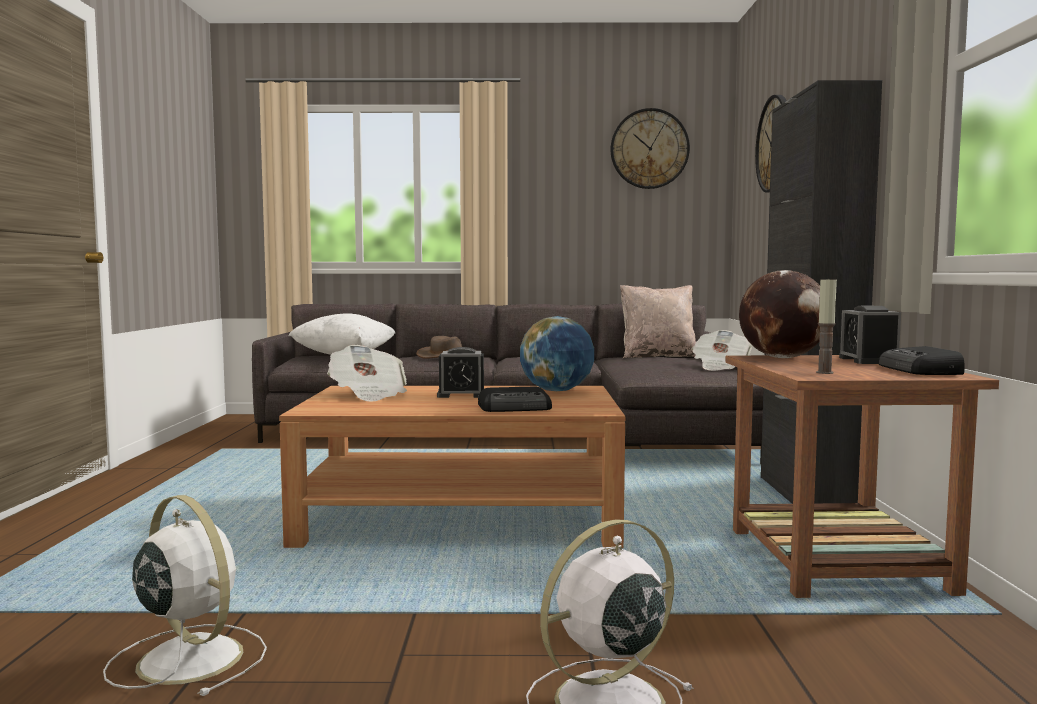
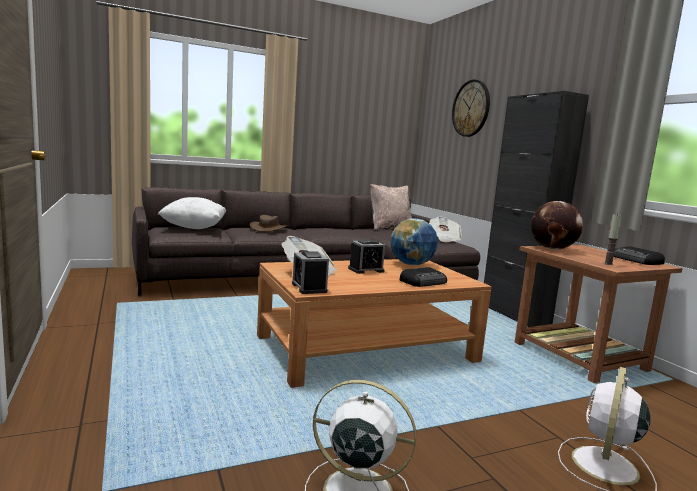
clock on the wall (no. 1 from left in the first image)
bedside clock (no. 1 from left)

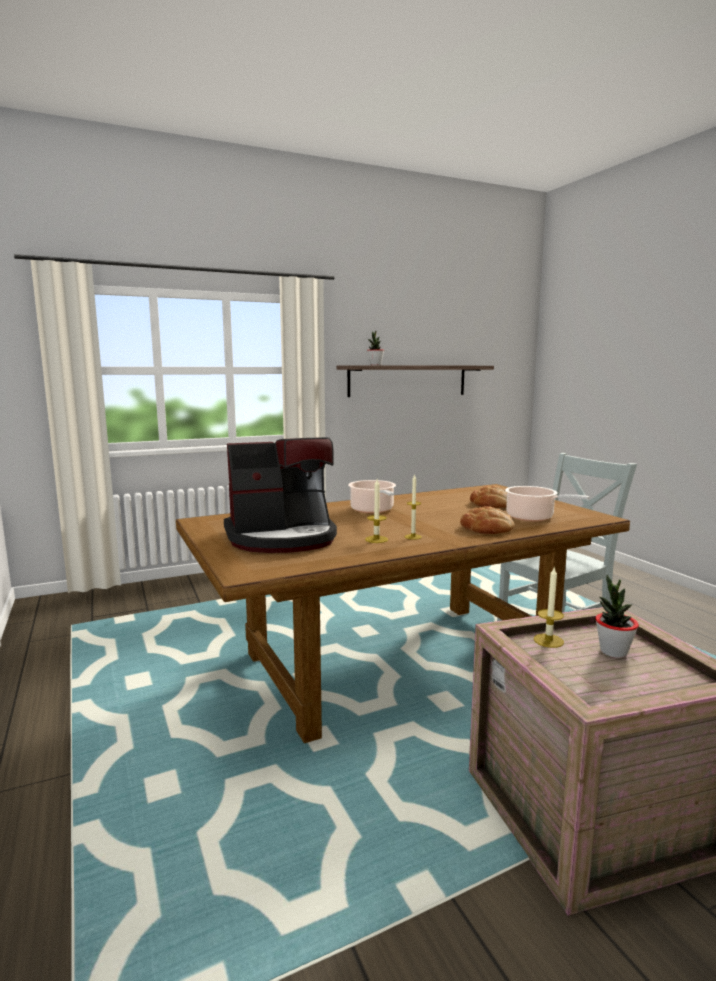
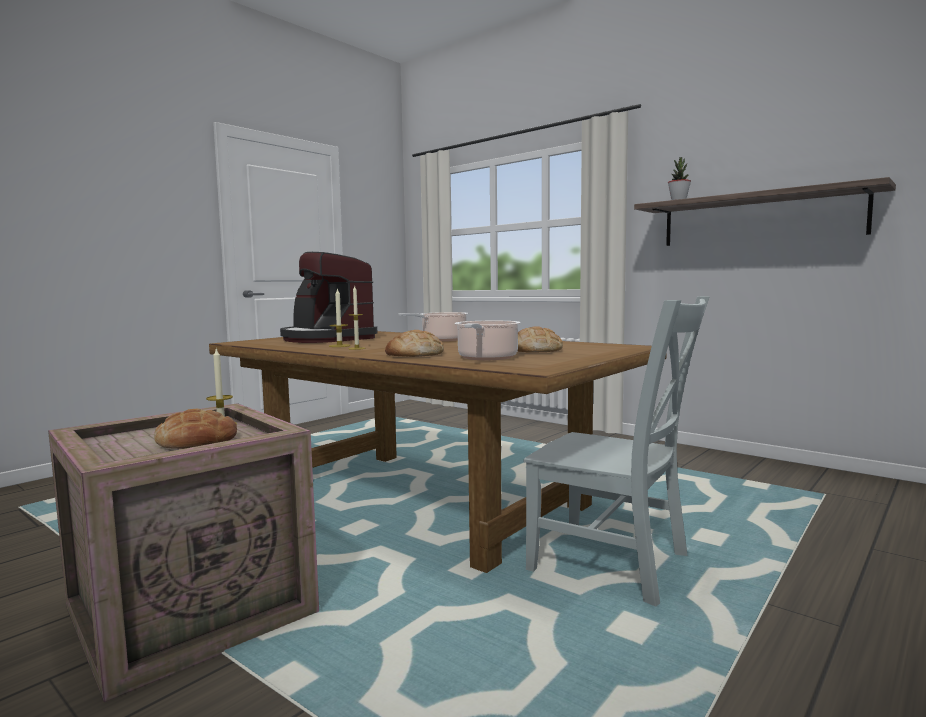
bread (no. 1 from left)

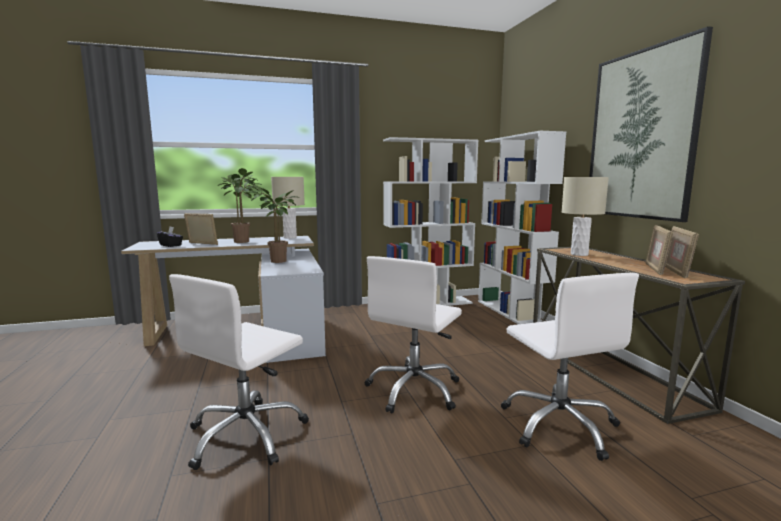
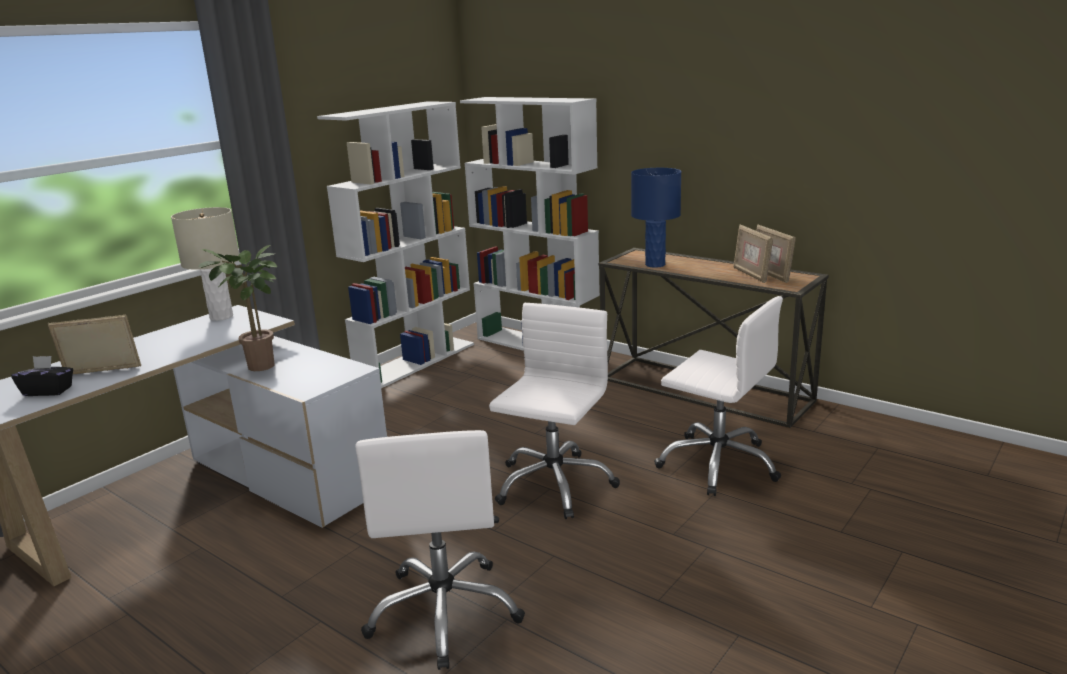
wall picture
houseplant (no. 1 from left in the first image)
lamp for a table in blue
office chair in whitish (no. 2 from left)

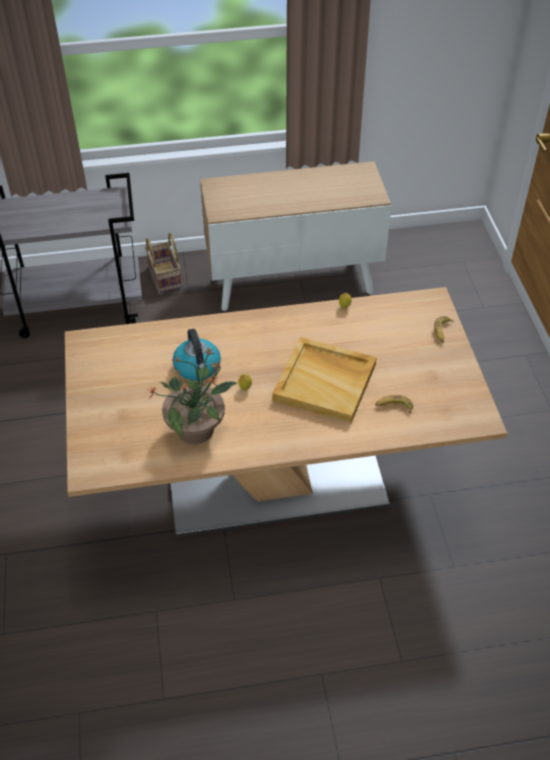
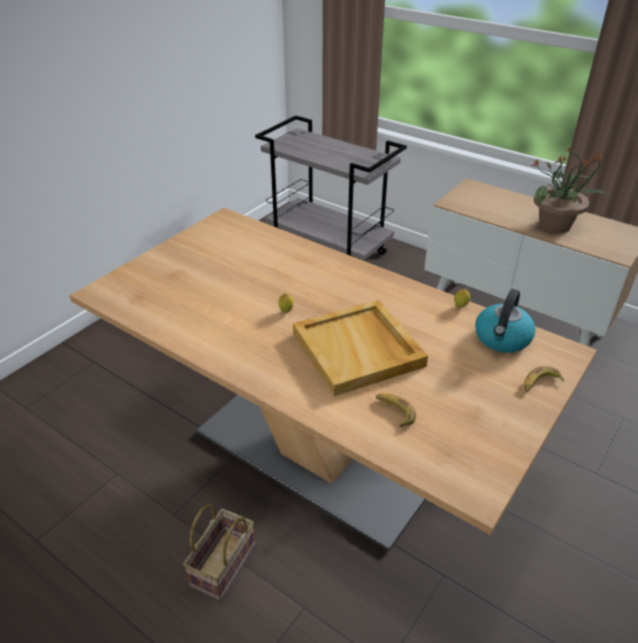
household basket
kettle
houseplant

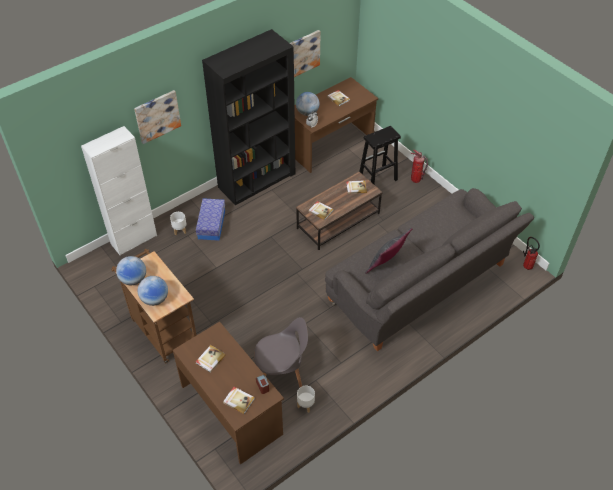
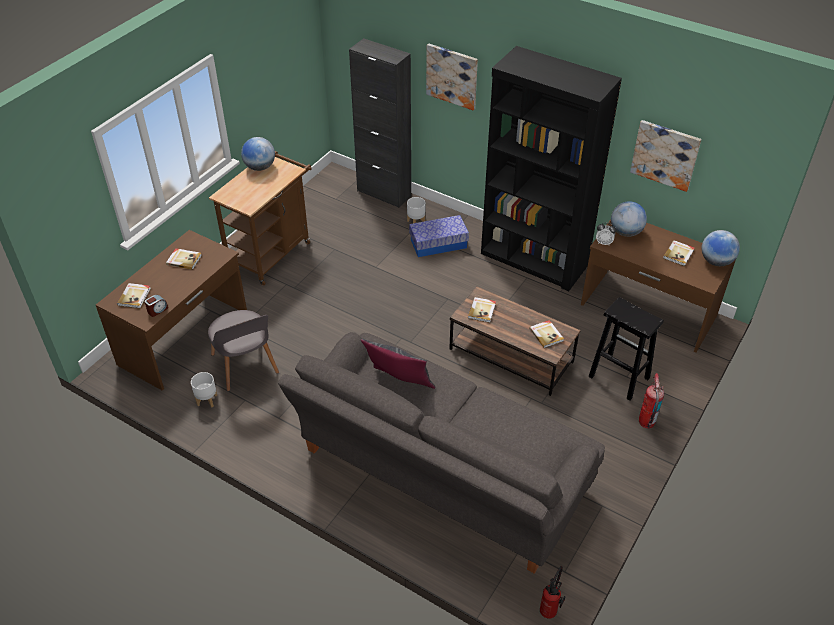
cabinet in blackish
globe (no. 3 from left)

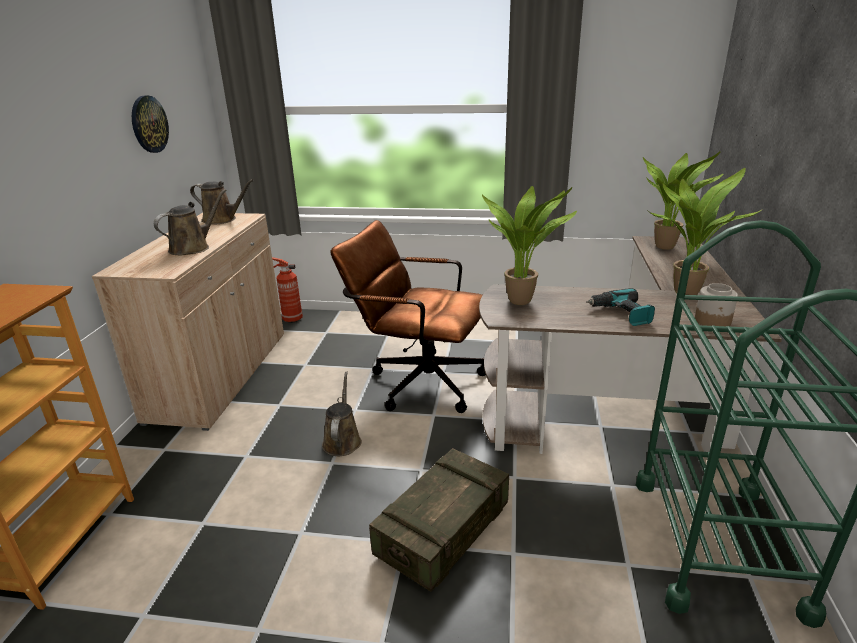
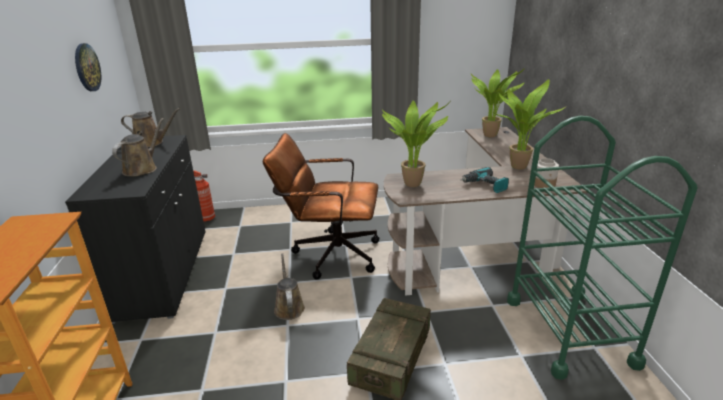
cabinet in blackish

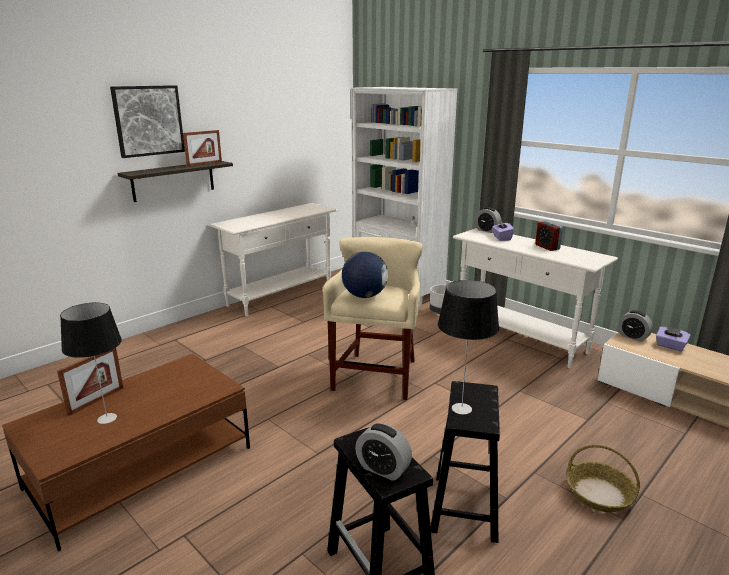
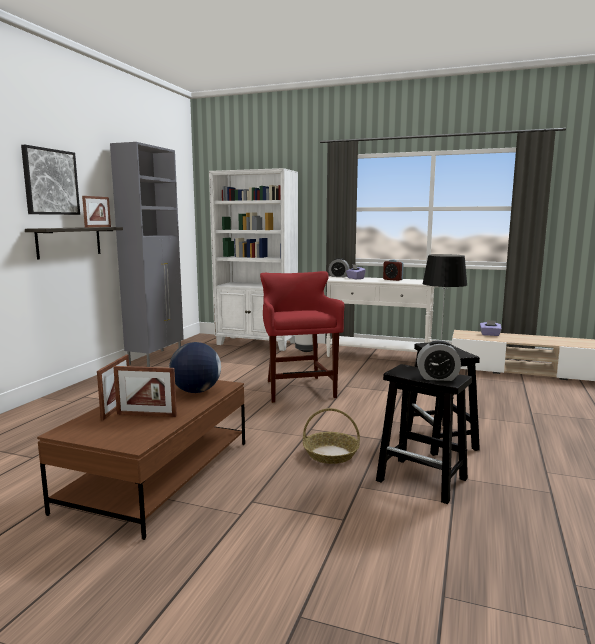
cabinet in grey
stool in red
globe
photo frame (no. 3 from left)
bedside clock (no. 4 from left in the first image)
household basket

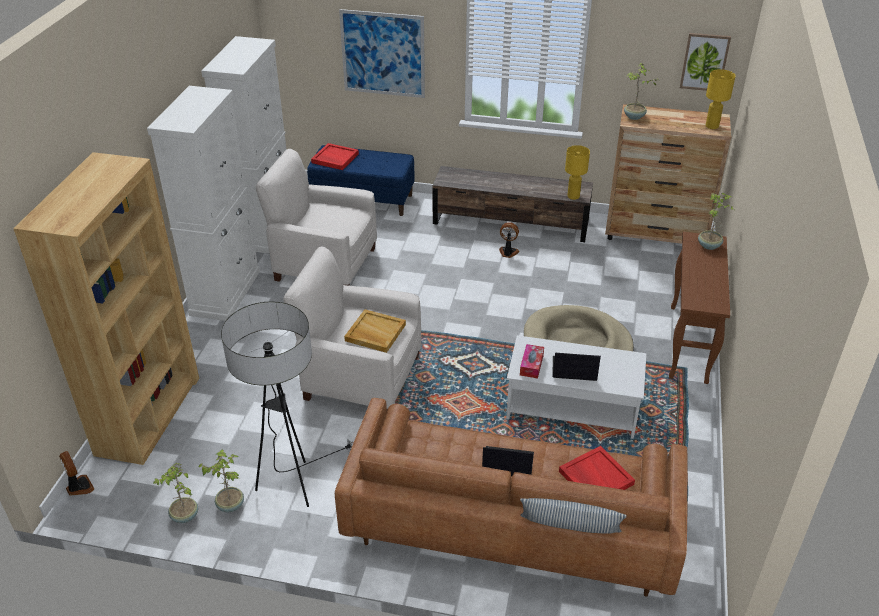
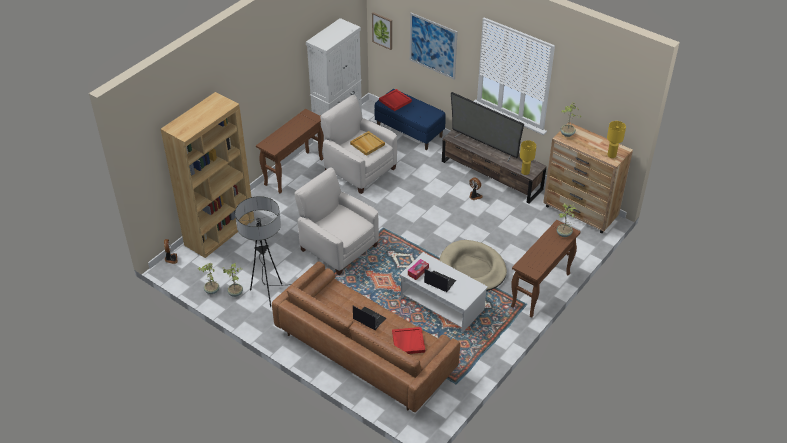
wall picture (no. 1 from left)
narrow table in brown-coloured (no. 1 from left)
serving tray in beige-coloured
pillow
TV set

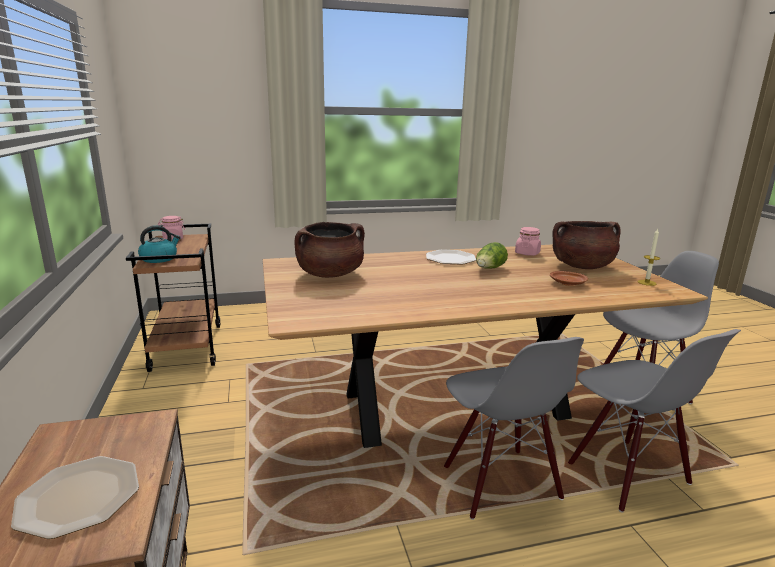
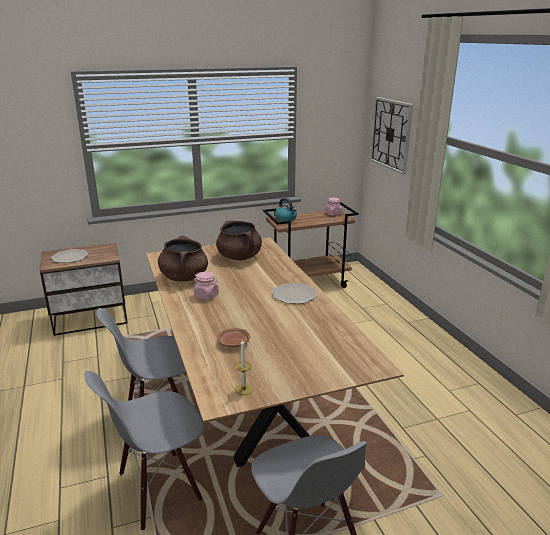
saucepot in brown-coloured (no. 1 from left)
preserve jar in pink (no. 1 from left)
head of lettuce
clock on the wall

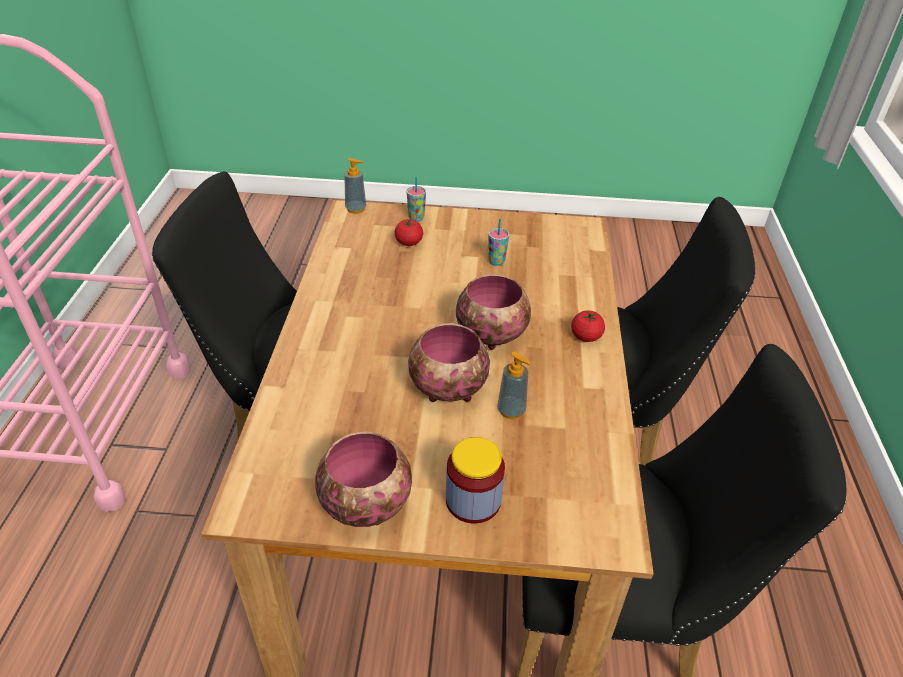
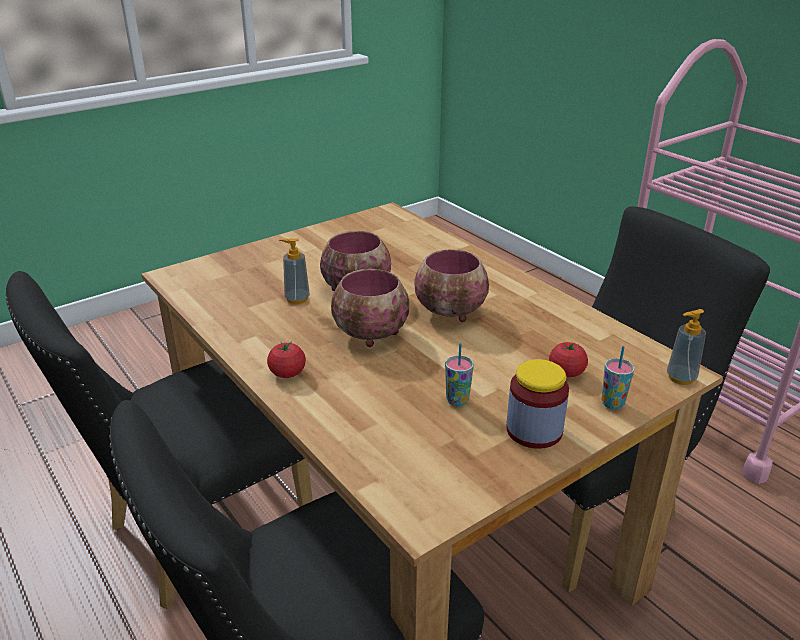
deep dish (no. 3 from left)
preserve jar

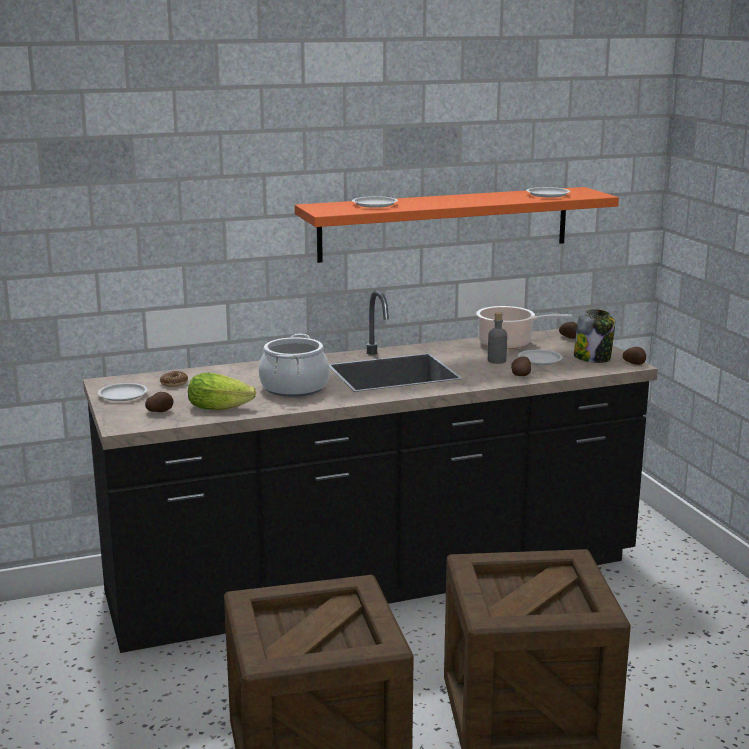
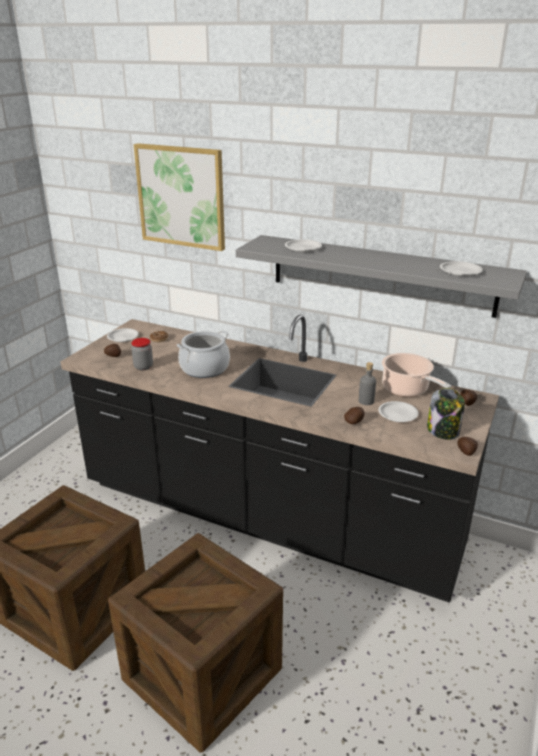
wall shelf in grey
preserve jar (no. 1 from left)
wall picture

